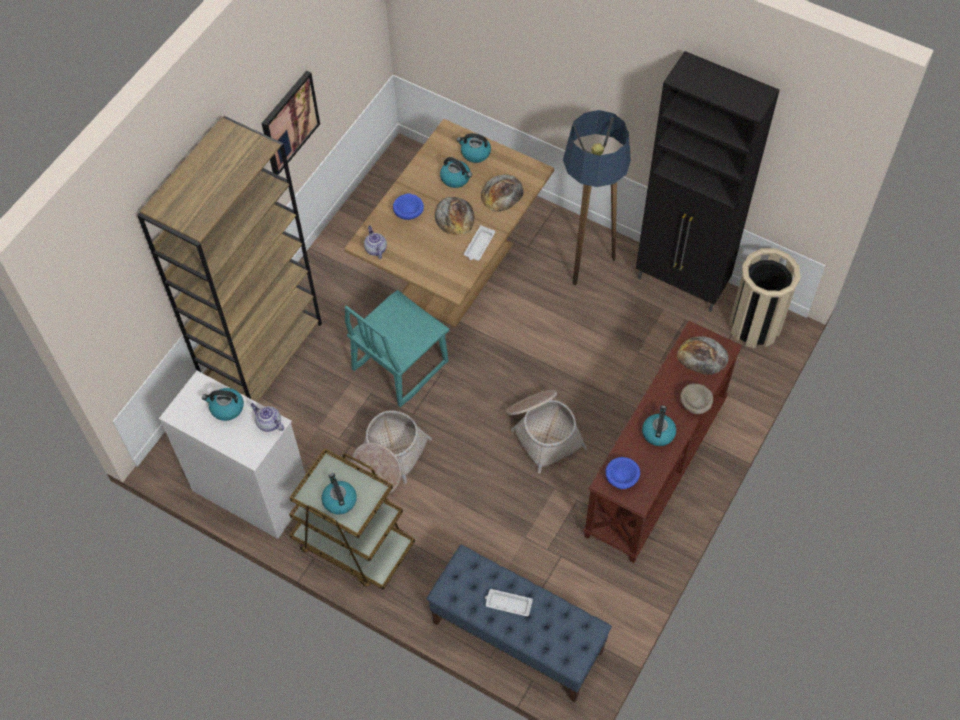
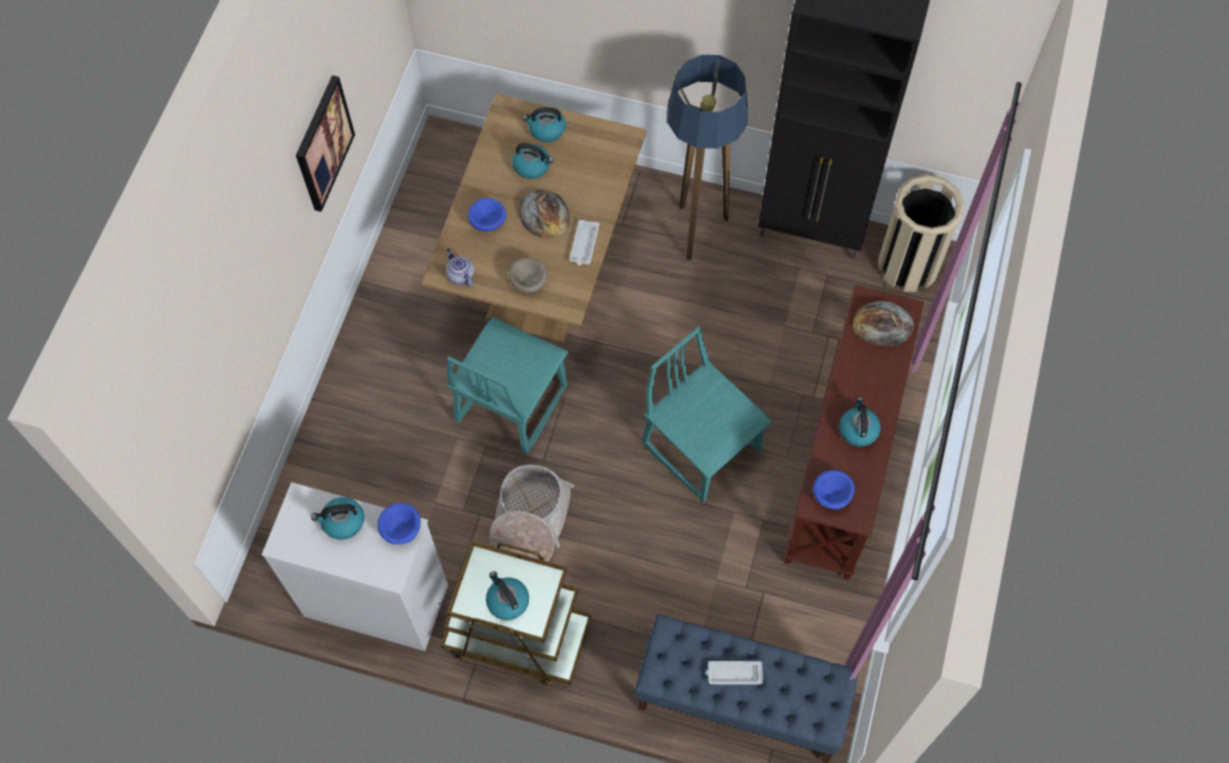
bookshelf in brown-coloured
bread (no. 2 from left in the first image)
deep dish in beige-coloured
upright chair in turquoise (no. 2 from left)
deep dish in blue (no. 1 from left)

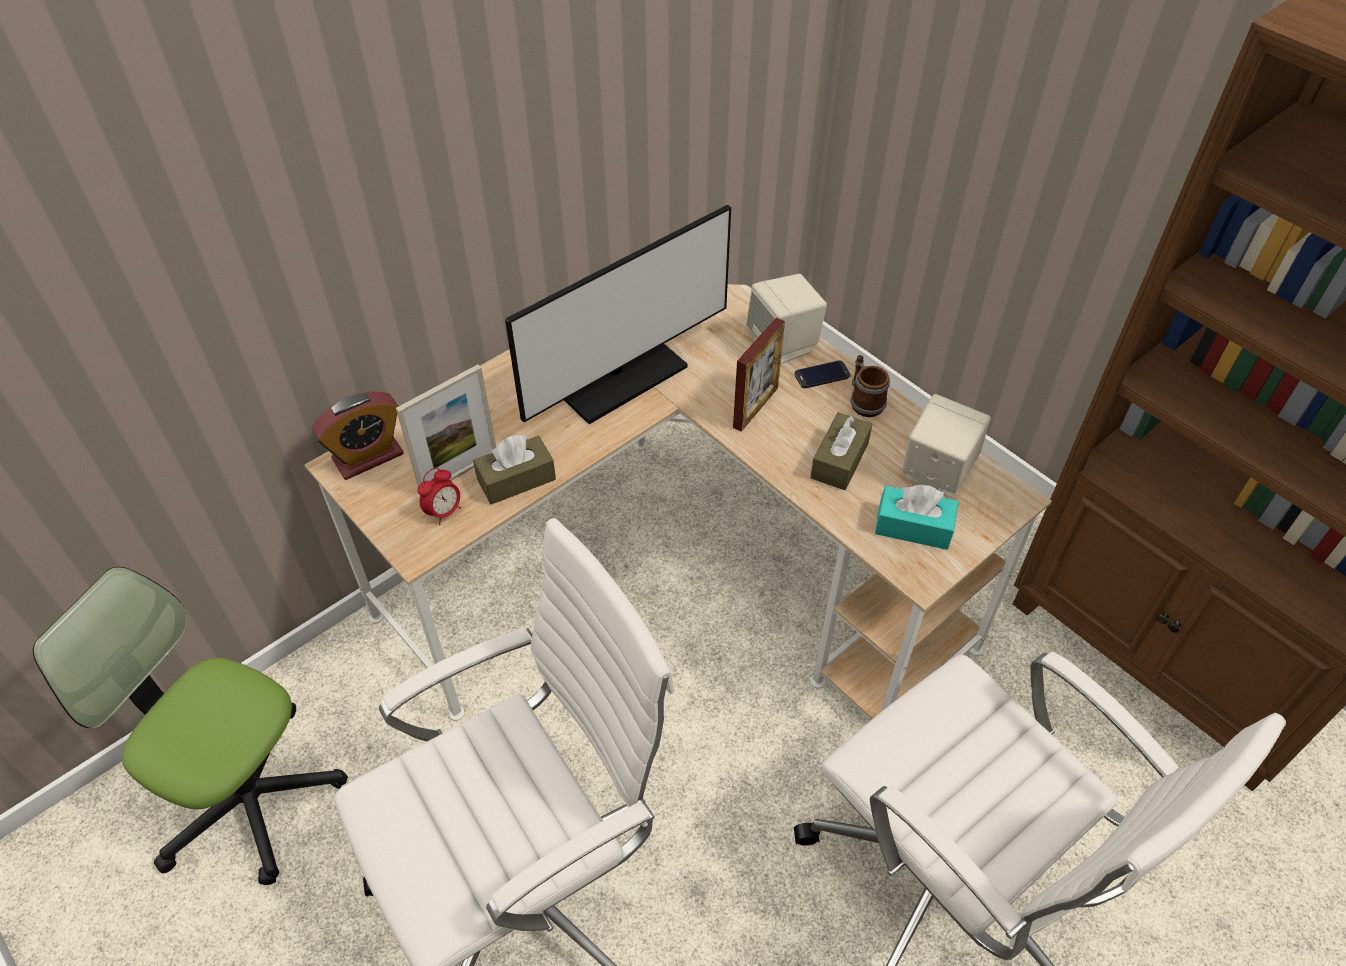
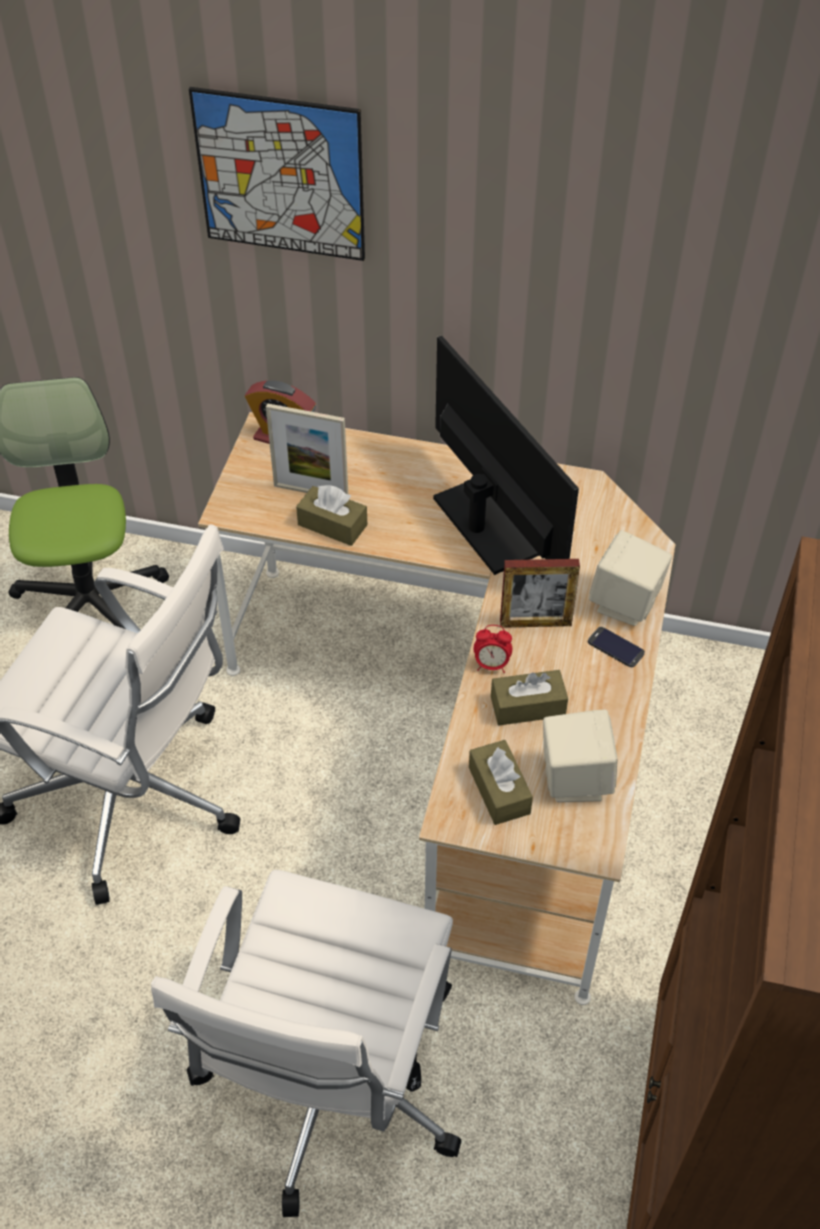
computer screen
mug
bedside clock (no. 2 from left)
box of tissues in brown-coloured (no. 2 from left)
wall picture

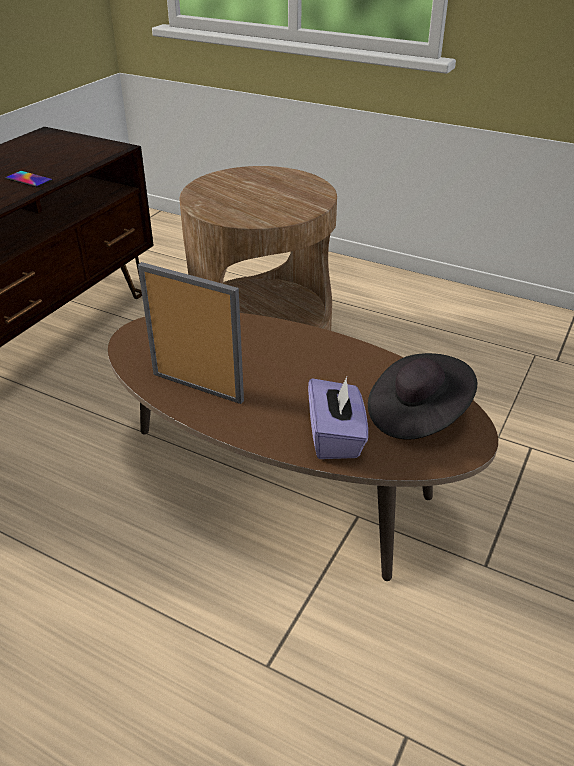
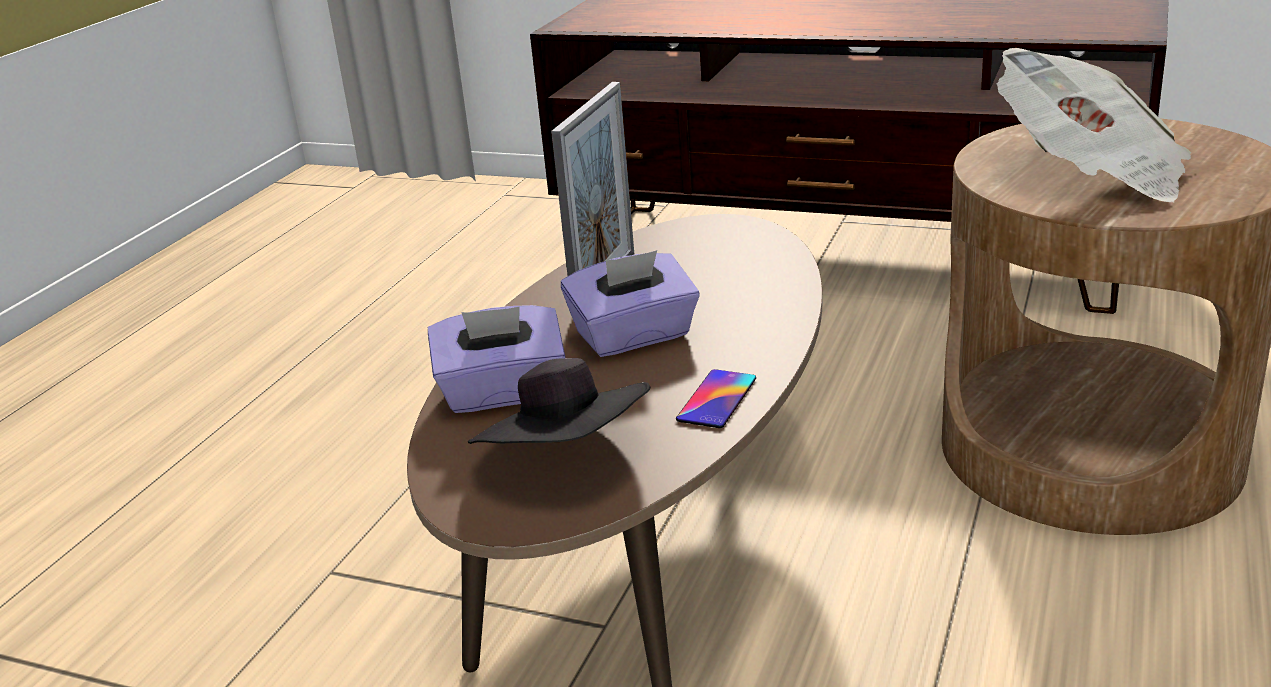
handset
newspaper
box of tissues in purple (no. 2 from left)

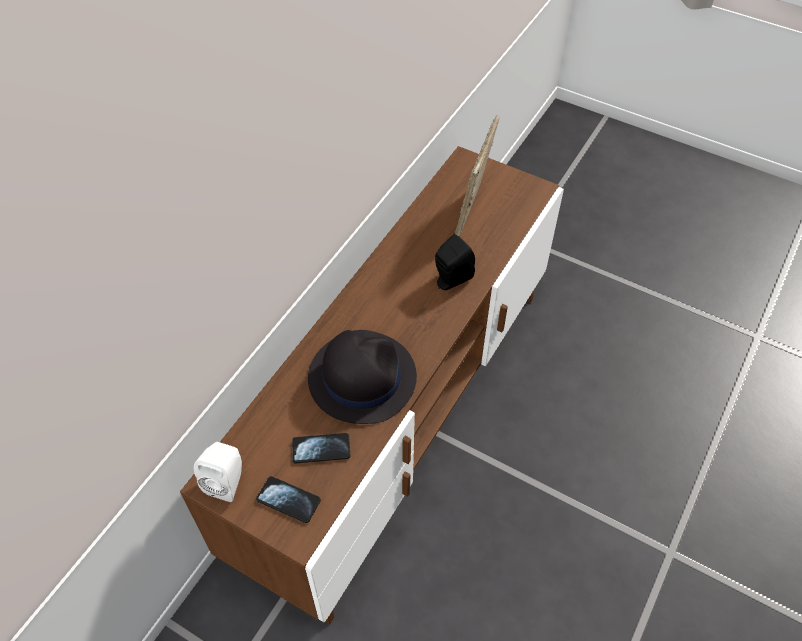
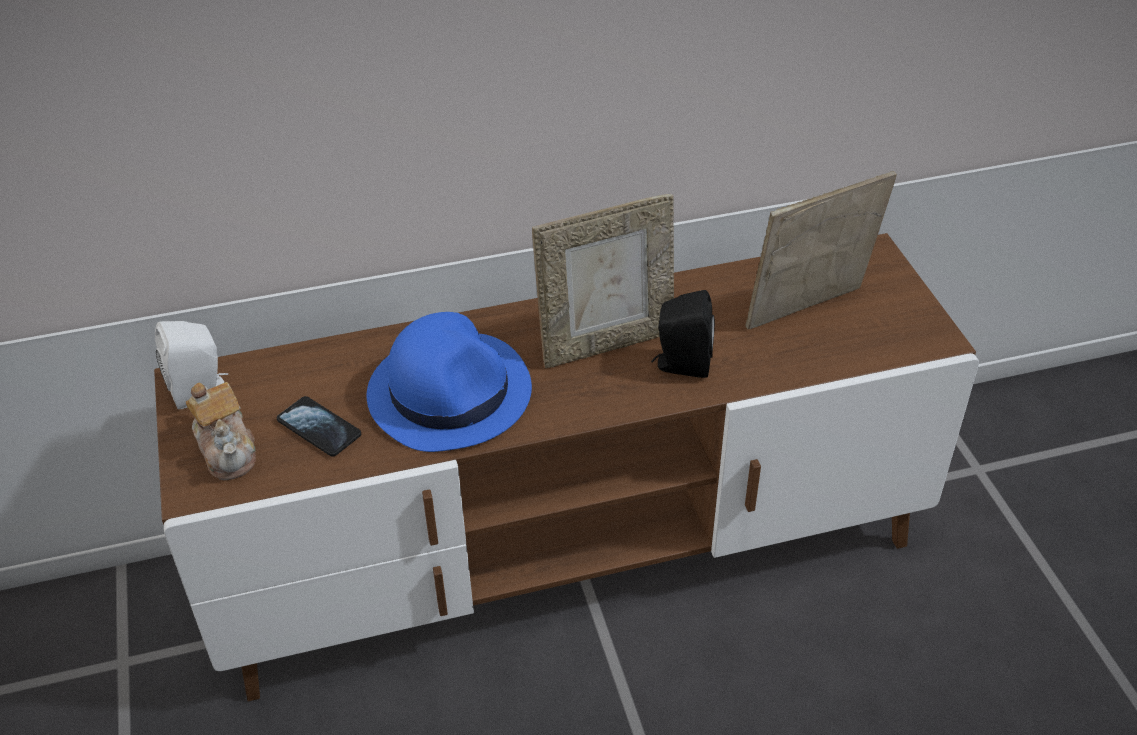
clothing hat in blue
teapot
photo frame (no. 1 from left)

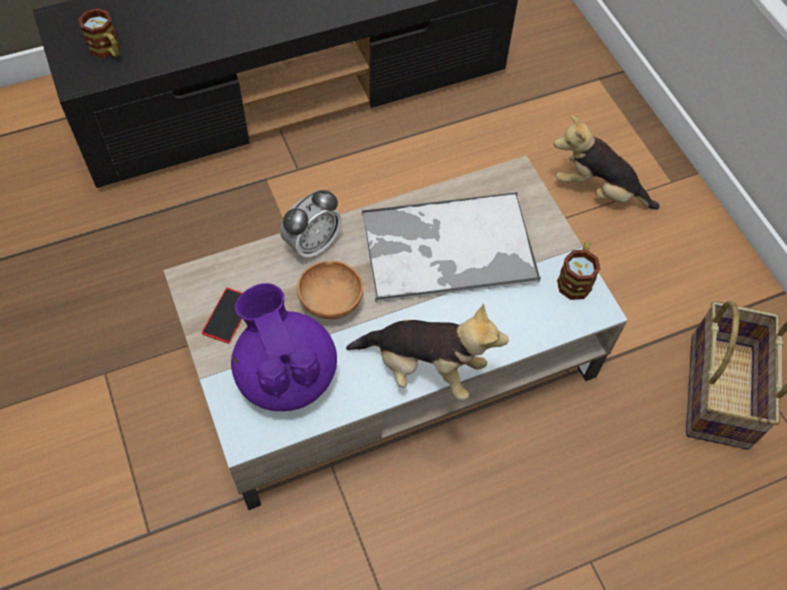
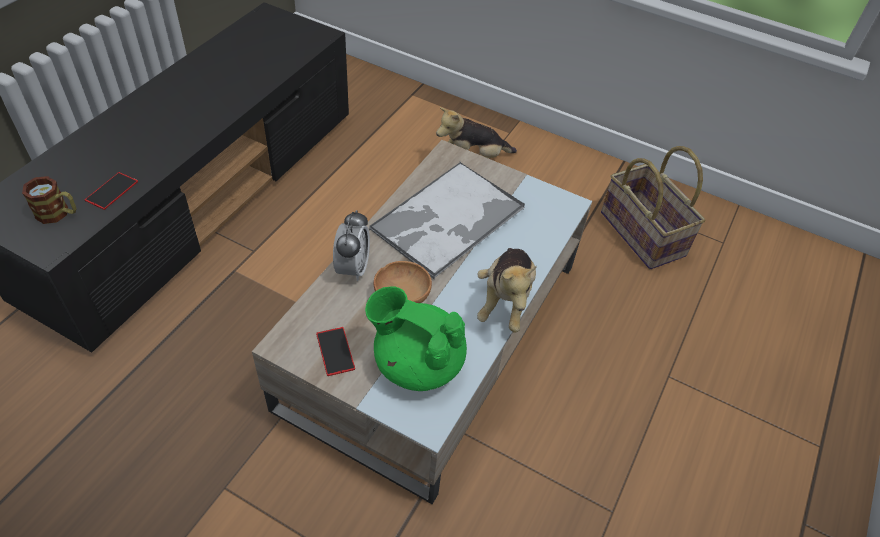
mug (no. 2 from left in the first image)
teapot in greenish
cuddly toy (no. 2 from left)
handset (no. 1 from left)

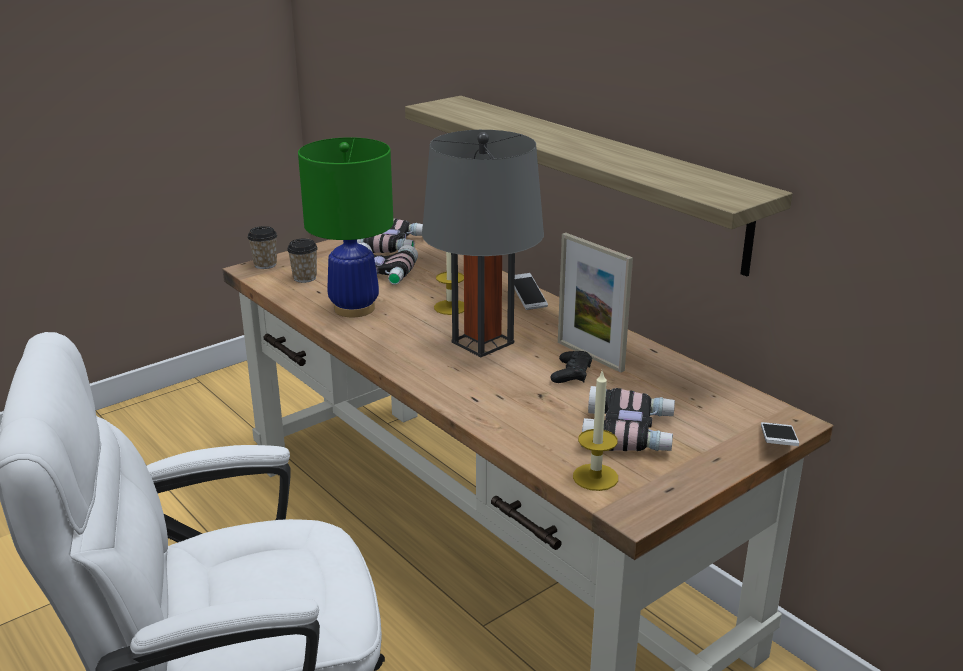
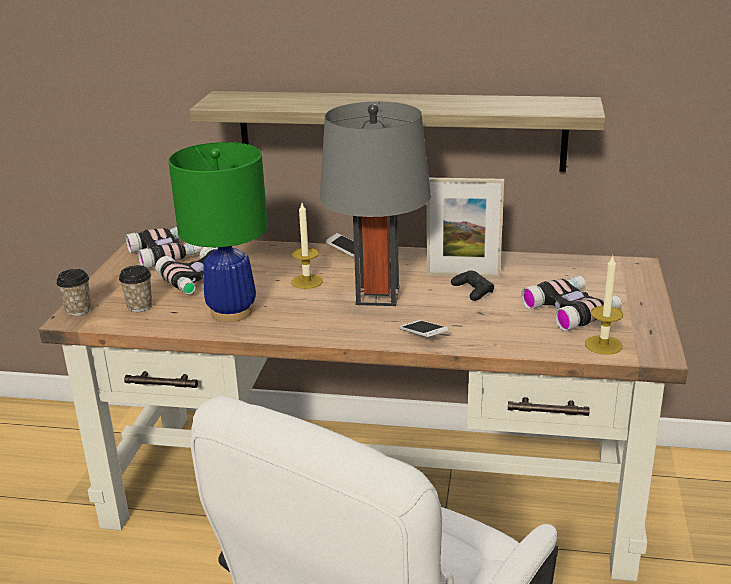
handset (no. 2 from left)

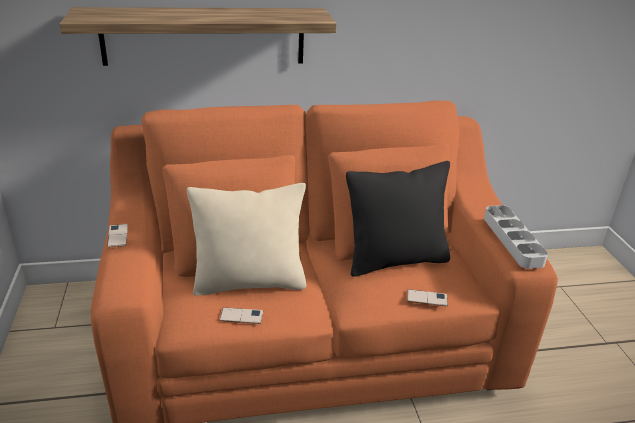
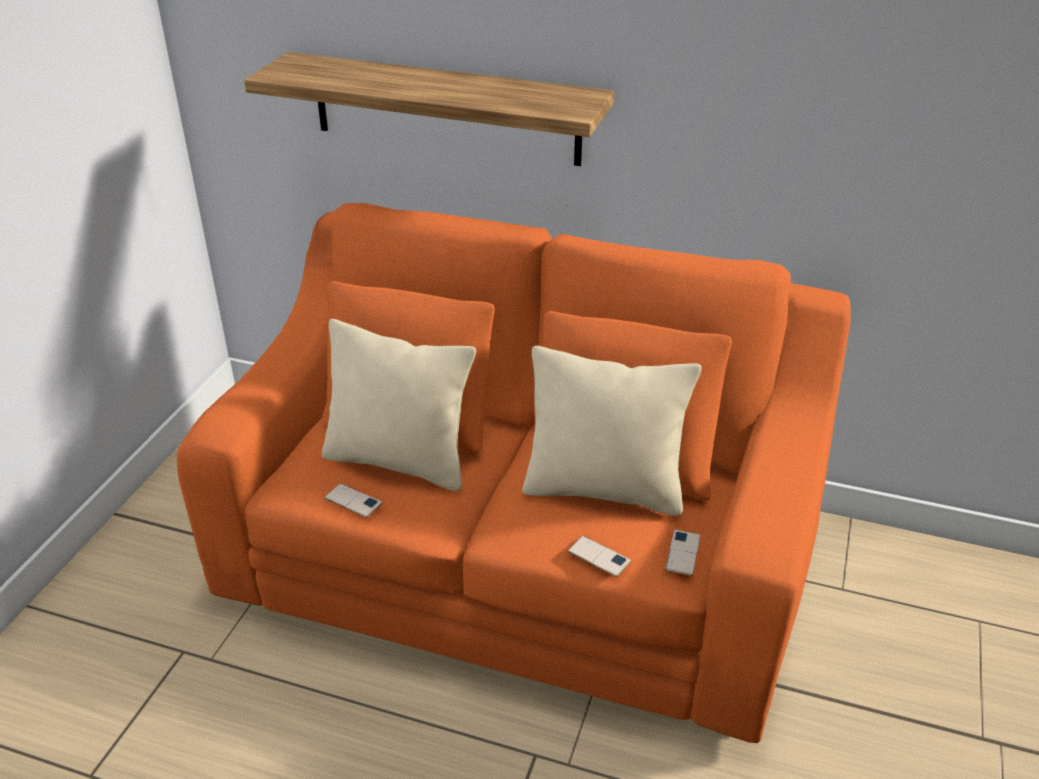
pillow in beige-coloured (no. 2 from left)
serving tray in grey
handset (no. 3 from left)

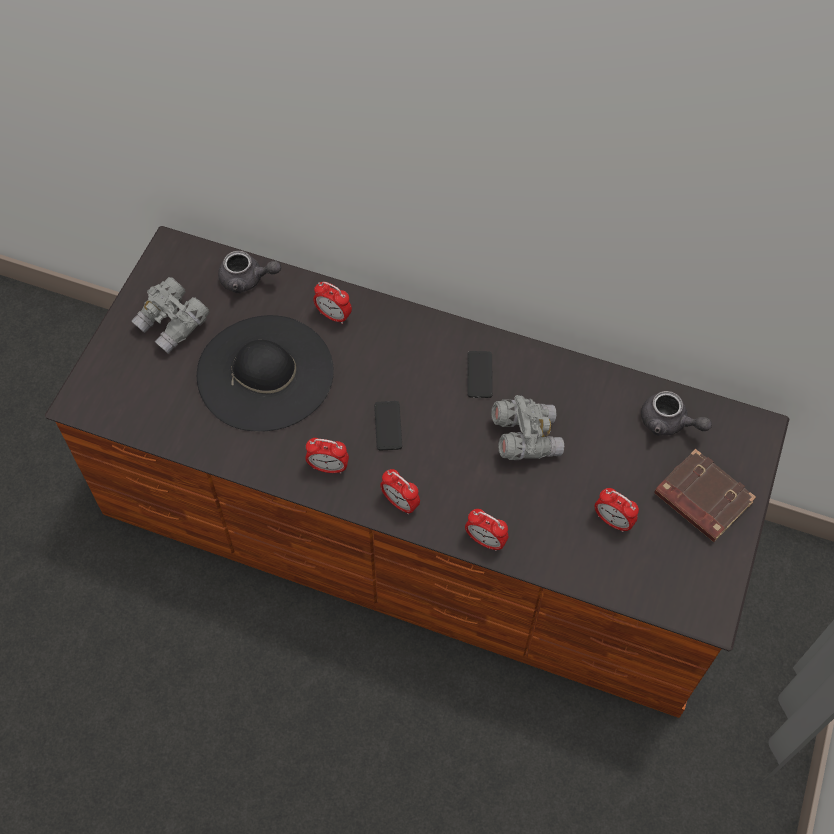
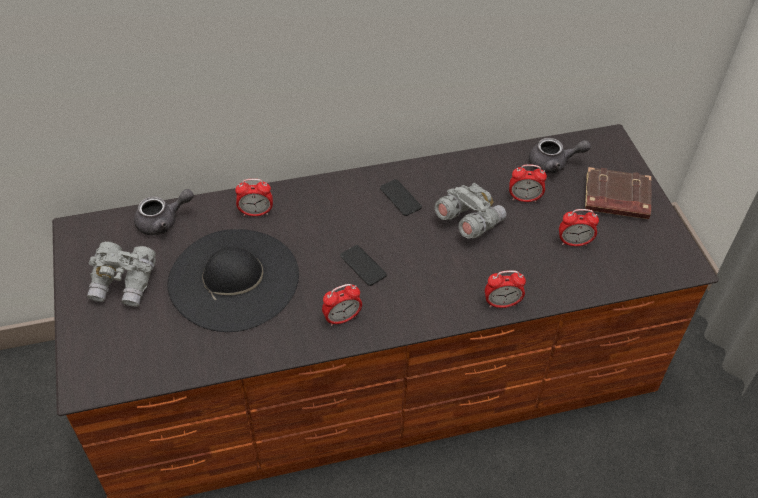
bedside clock (no. 4 from left)

